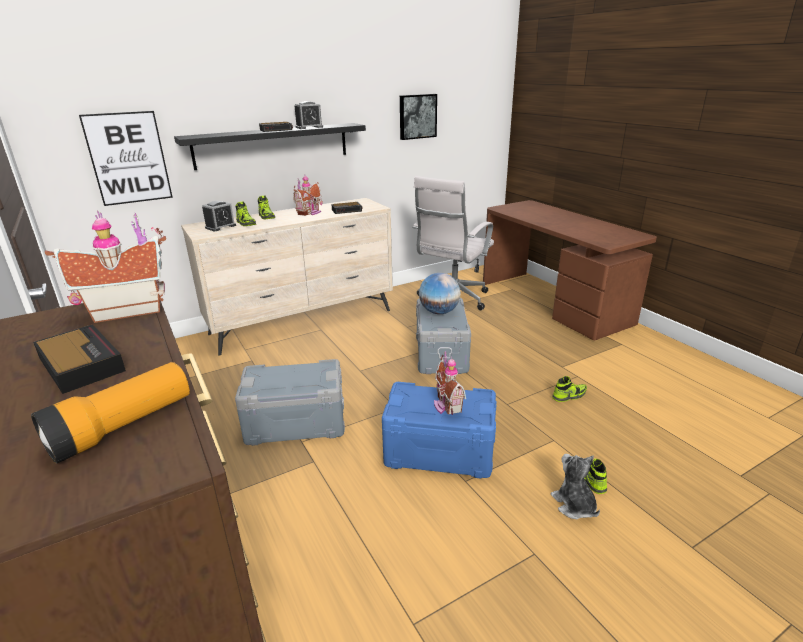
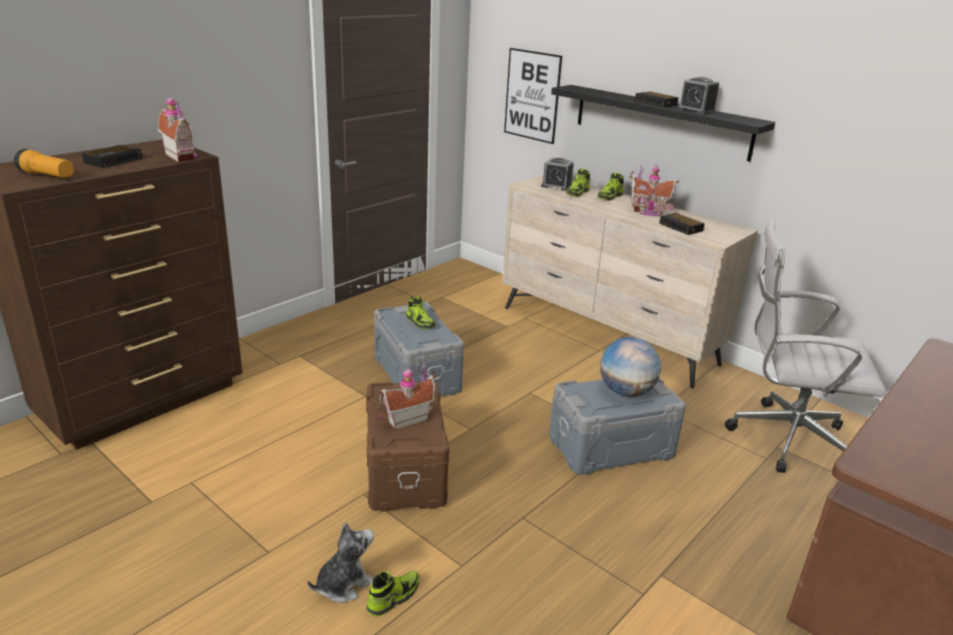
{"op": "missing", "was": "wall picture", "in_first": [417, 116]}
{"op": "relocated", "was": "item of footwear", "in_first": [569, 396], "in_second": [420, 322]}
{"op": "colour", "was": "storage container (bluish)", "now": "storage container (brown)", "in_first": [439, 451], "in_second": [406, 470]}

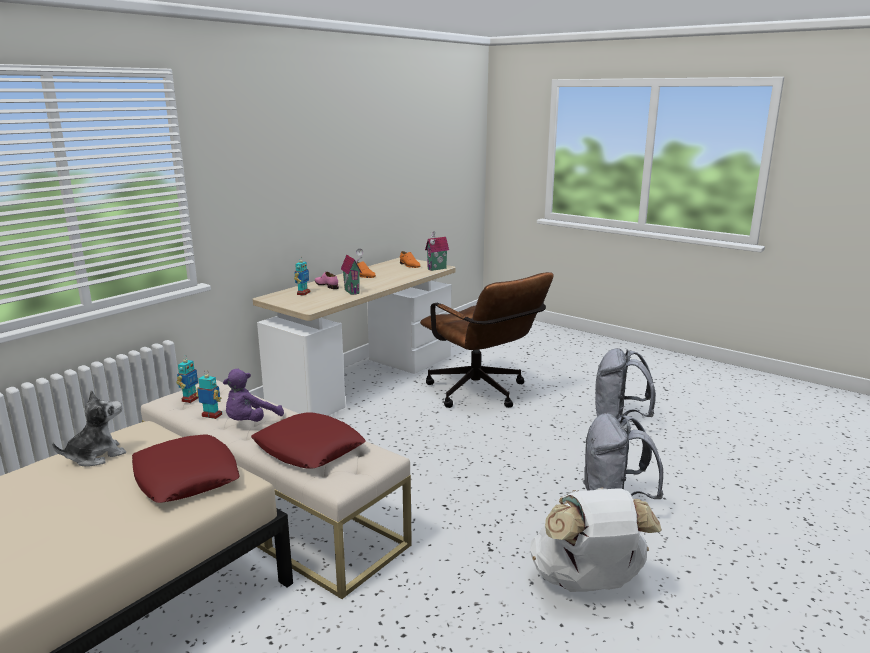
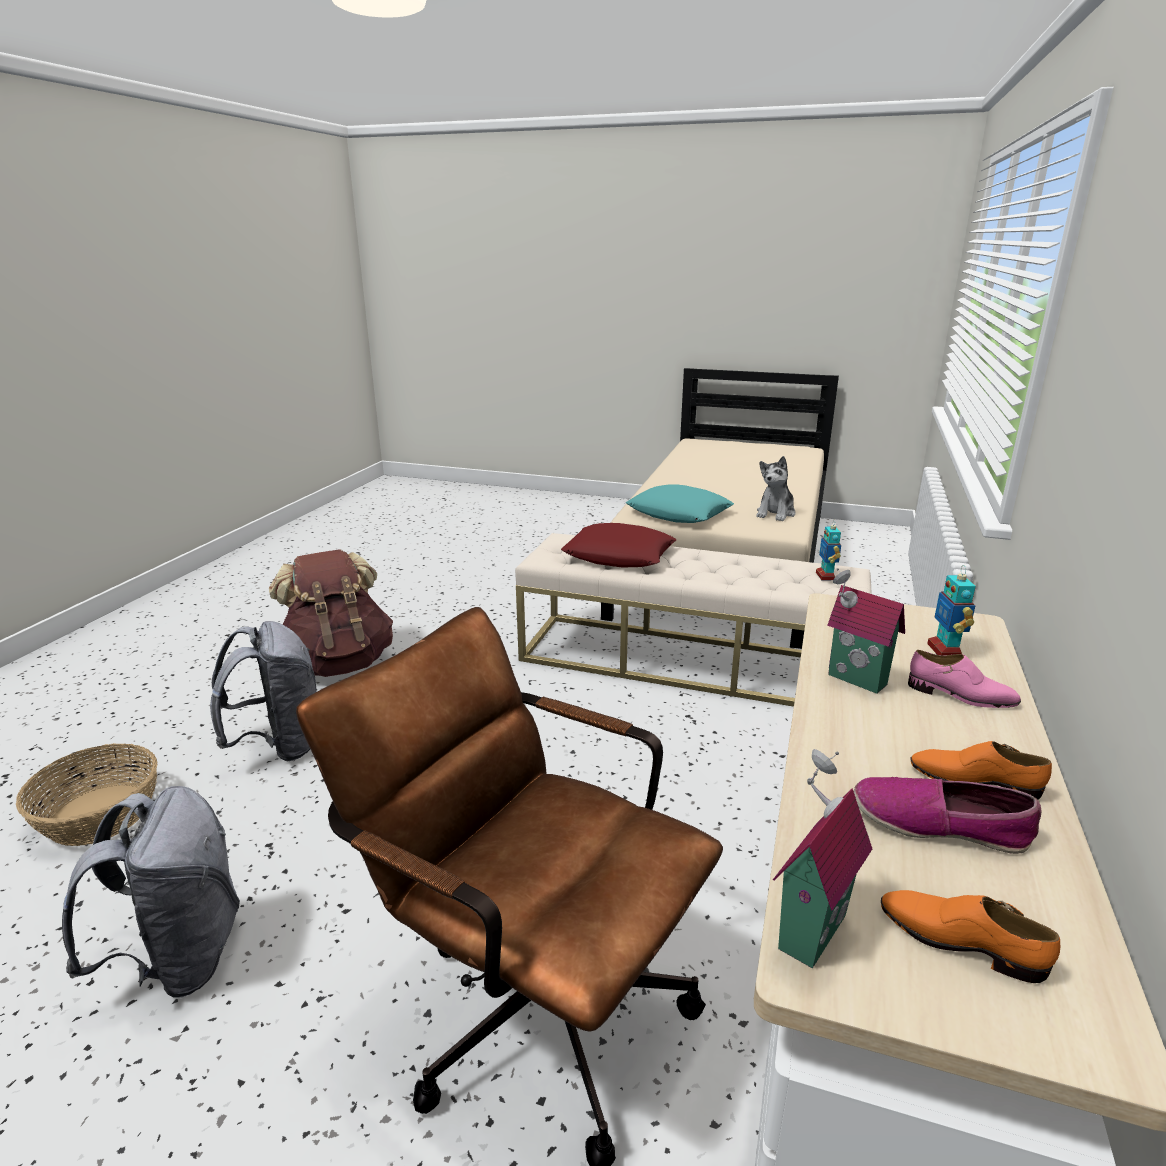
{"op": "missing", "was": "plush toy (purplish)", "in_first": [250, 422]}
{"op": "missing", "was": "robot figure", "in_first": [211, 415]}
{"op": "colour", "was": "cushion (red)", "now": "cushion (turquoise-coloured)", "in_first": [185, 477], "in_second": [679, 513]}
{"op": "colour", "was": "backpack (whitish)", "now": "backpack (brown)", "in_first": [587, 583], "in_second": [339, 663]}
{"op": "appeared", "now": "household basket", "in_second": [99, 814]}
{"op": "appeared", "now": "item of footwear", "in_second": [939, 824]}

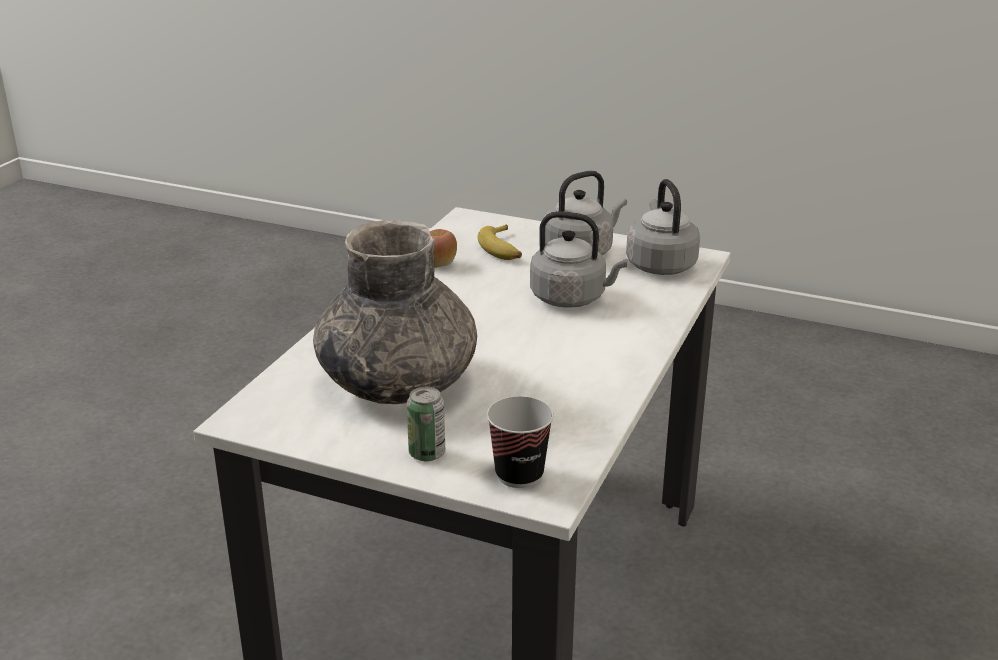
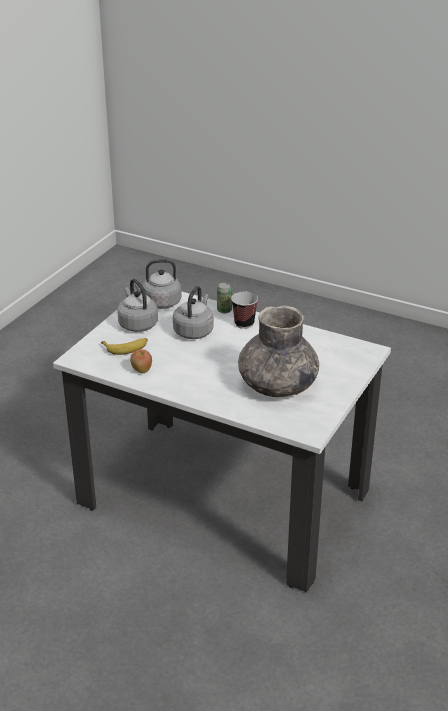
{"op": "relocated", "was": "sealed can", "in_first": [427, 453], "in_second": [224, 310]}
{"op": "relocated", "was": "cup", "in_first": [519, 474], "in_second": [244, 323]}

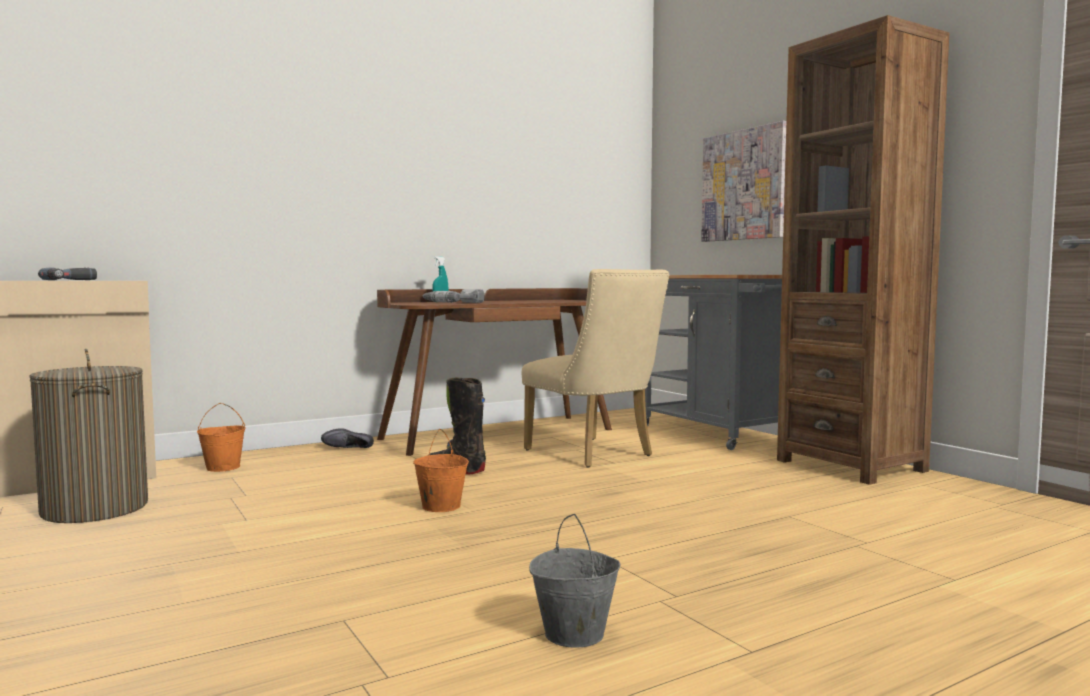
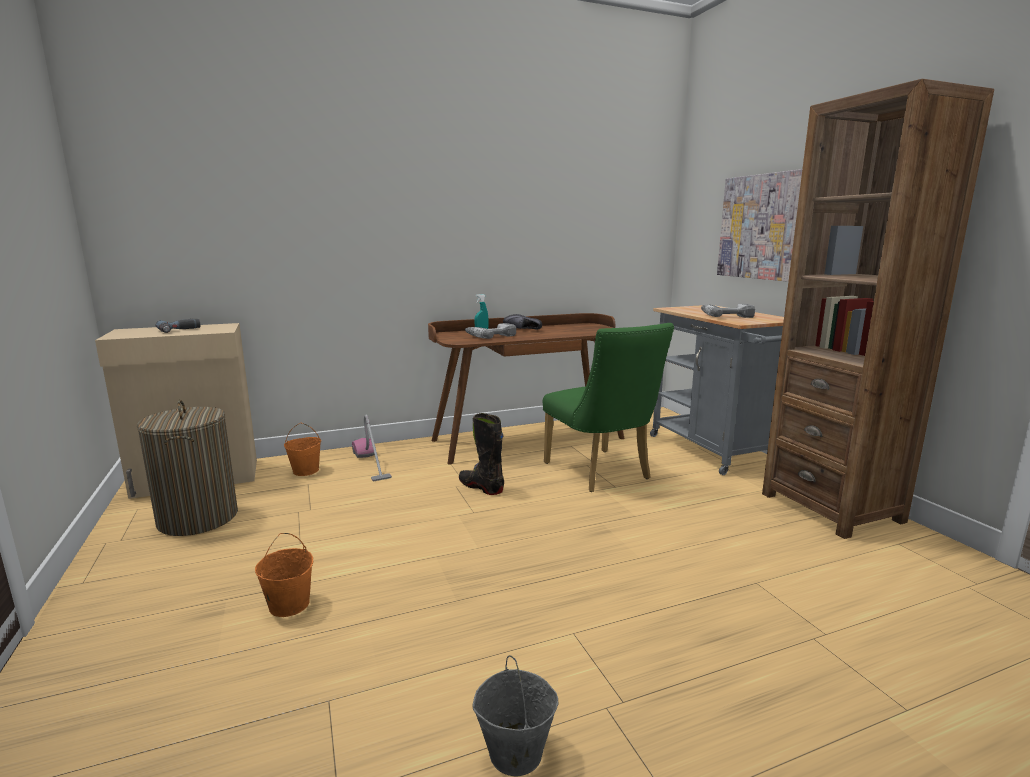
{"op": "colour", "was": "upright chair (beige-coloured)", "now": "upright chair (green)", "in_first": [595, 454], "in_second": [601, 473]}
{"op": "relocated", "was": "item of footwear (black)", "in_first": [347, 449], "in_second": [523, 330]}
{"op": "relocated", "was": "pail (orange)", "in_first": [440, 506], "in_second": [289, 604]}
{"op": "appeared", "now": "drill", "in_second": [725, 315]}
{"op": "appeared", "now": "hoover", "in_second": [371, 464]}

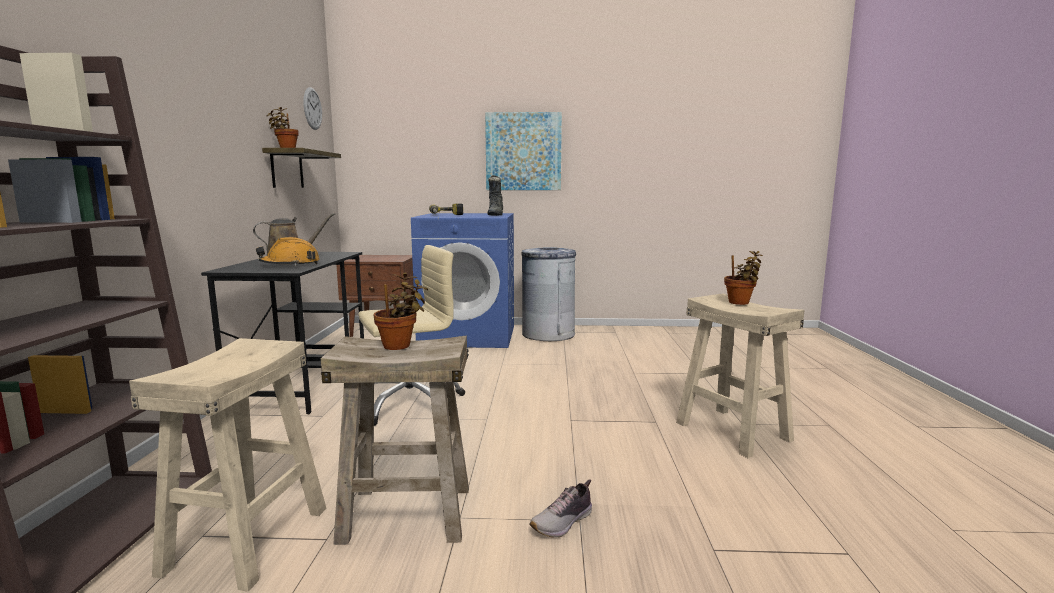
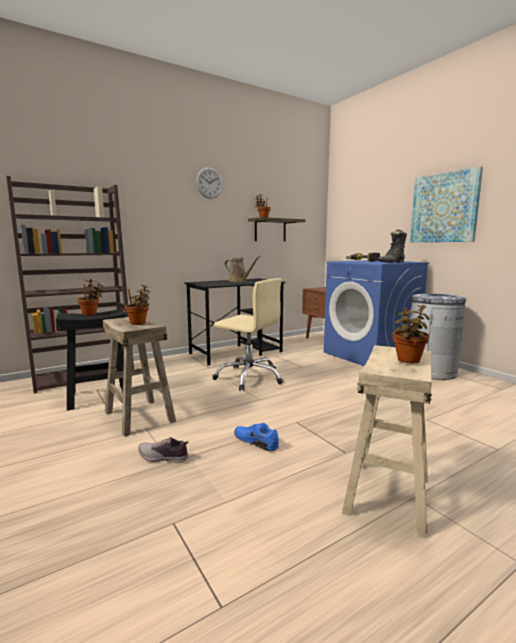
{"op": "relocated", "was": "wall clock", "in_first": [312, 108], "in_second": [209, 183]}
{"op": "missing", "was": "safety helmet (orange)", "in_first": [290, 265]}
{"op": "colour", "was": "sitting stool (beige-coloured)", "now": "sitting stool (black)", "in_first": [247, 538], "in_second": [99, 396]}
{"op": "appeared", "now": "potted plant", "in_second": [91, 314]}
{"op": "appeared", "now": "item of footwear (bluish)", "in_second": [256, 442]}

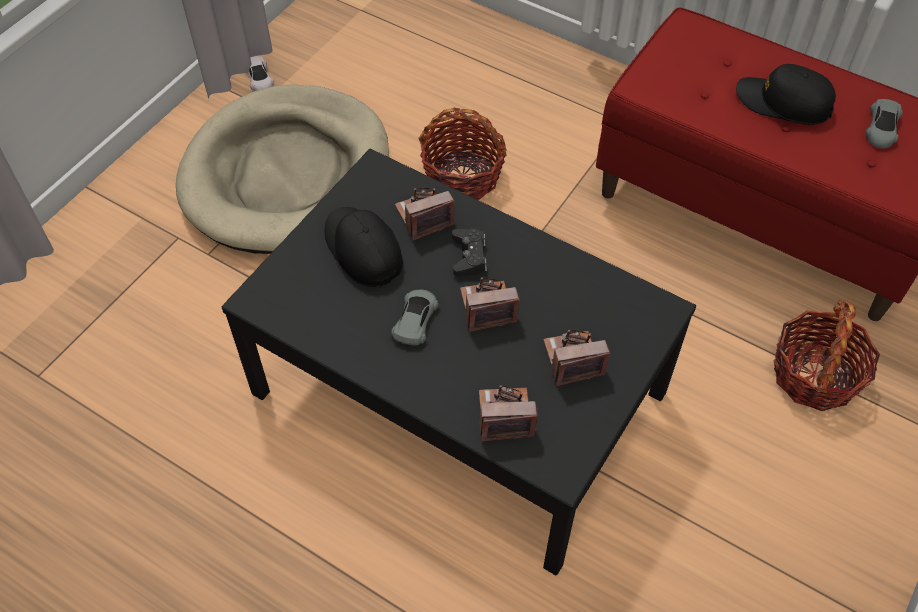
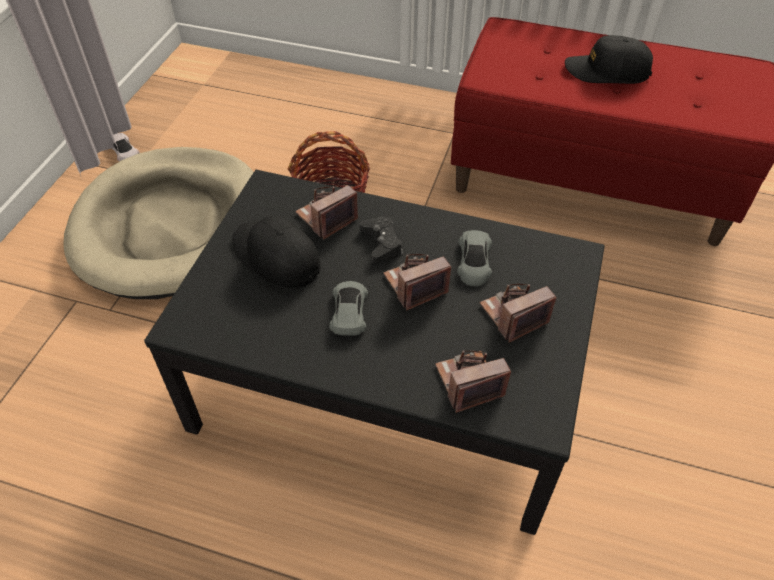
{"op": "relocated", "was": "model car (greyish)", "in_first": [882, 127], "in_second": [474, 261]}
{"op": "missing", "was": "household basket", "in_first": [815, 375]}

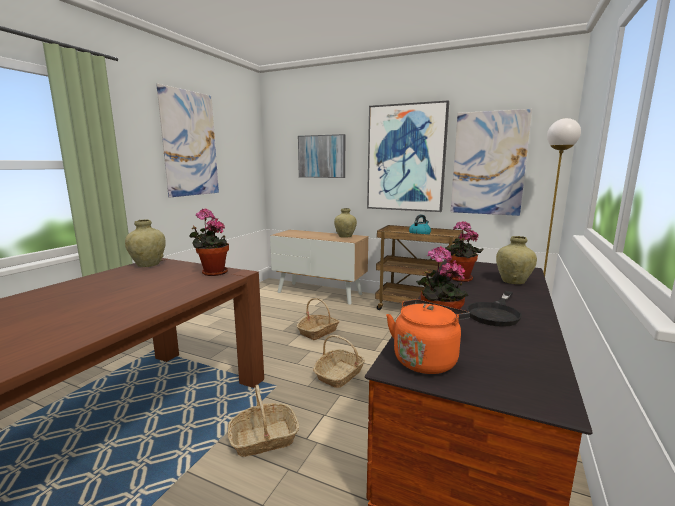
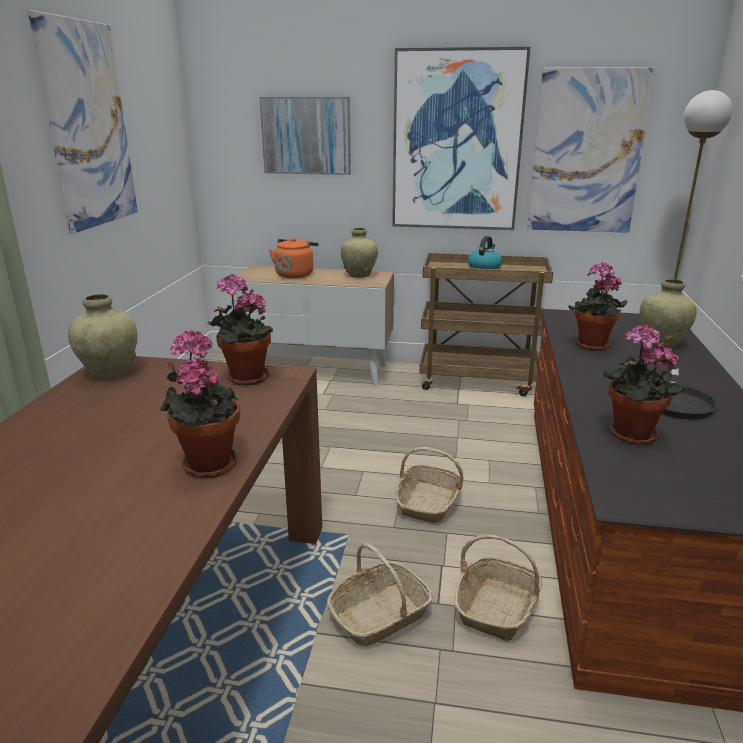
{"op": "relocated", "was": "household basket", "in_first": [318, 332], "in_second": [497, 607]}
{"op": "relocated", "was": "tea kettle (orange)", "in_first": [426, 359], "in_second": [295, 274]}
{"op": "appeared", "now": "potted plant", "in_second": [207, 463]}

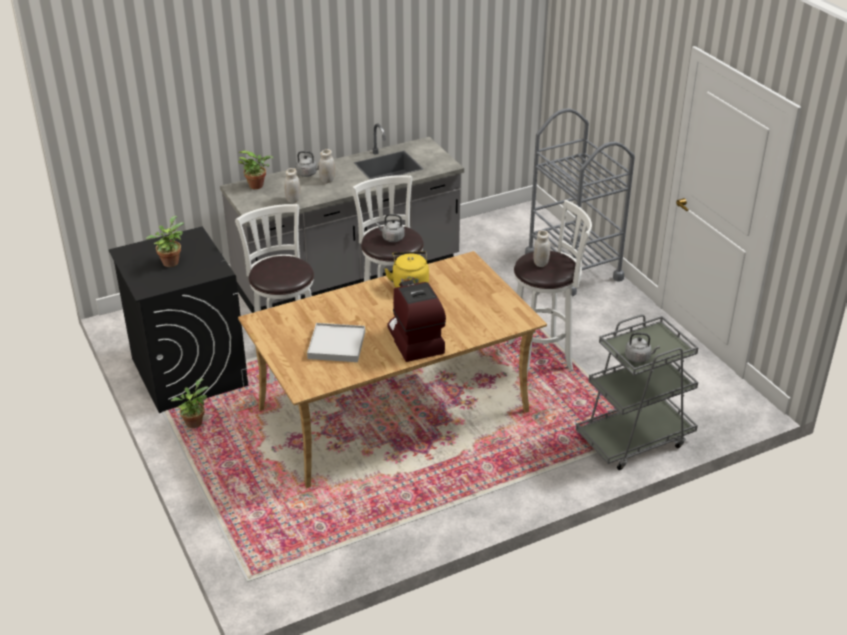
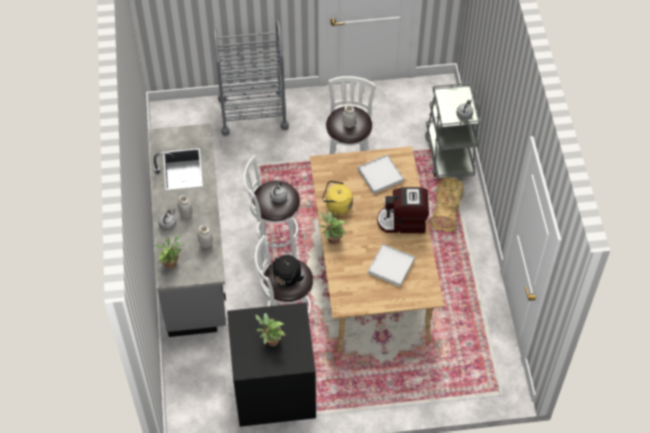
{"op": "relocated", "was": "potted plant", "in_first": [194, 422], "in_second": [332, 239]}
{"op": "appeared", "now": "serving tray (whitish)", "in_second": [380, 175]}
{"op": "appeared", "now": "household basket", "in_second": [446, 210]}
{"op": "appeared", "now": "tea kettle (black)", "in_second": [286, 278]}

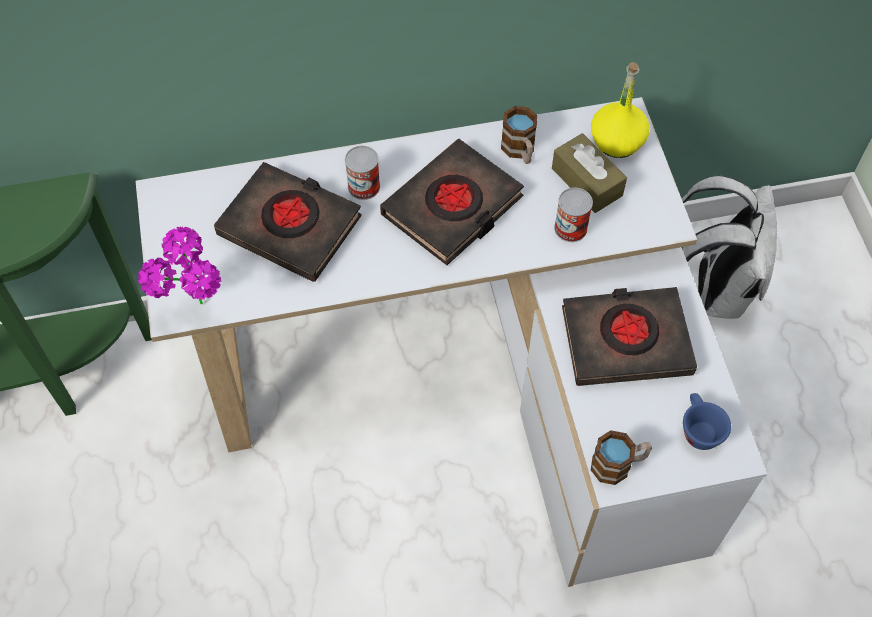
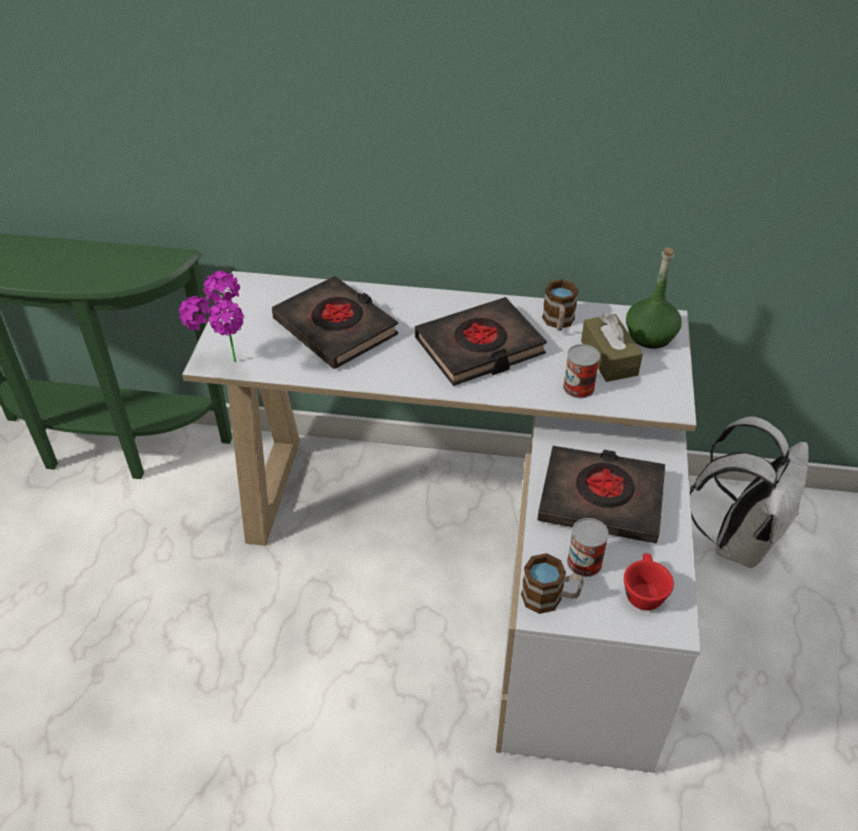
{"op": "colour", "was": "bottle (yellowish)", "now": "bottle (green)", "in_first": [617, 141], "in_second": [650, 336]}
{"op": "relocated", "was": "sealed can", "in_first": [364, 186], "in_second": [584, 562]}
{"op": "colour", "was": "cup (bluish)", "now": "cup (red)", "in_first": [698, 429], "in_second": [642, 591]}

